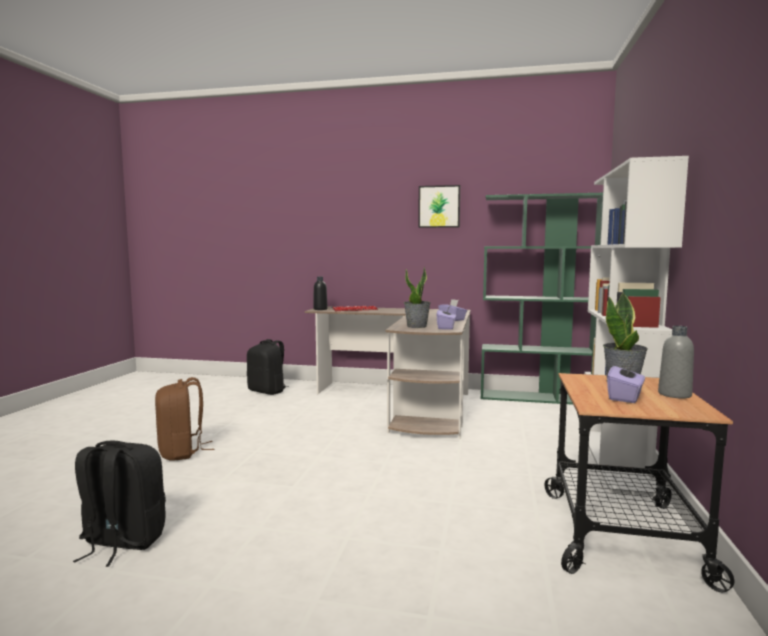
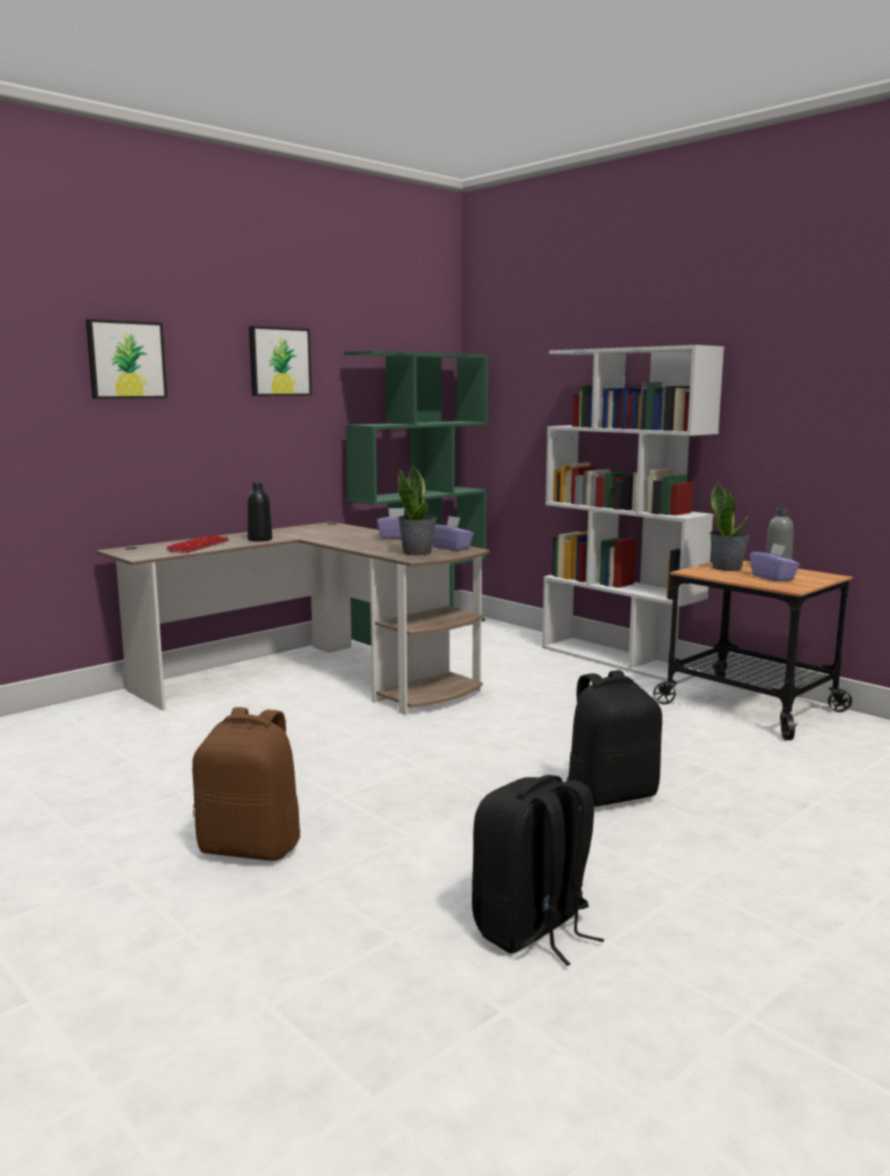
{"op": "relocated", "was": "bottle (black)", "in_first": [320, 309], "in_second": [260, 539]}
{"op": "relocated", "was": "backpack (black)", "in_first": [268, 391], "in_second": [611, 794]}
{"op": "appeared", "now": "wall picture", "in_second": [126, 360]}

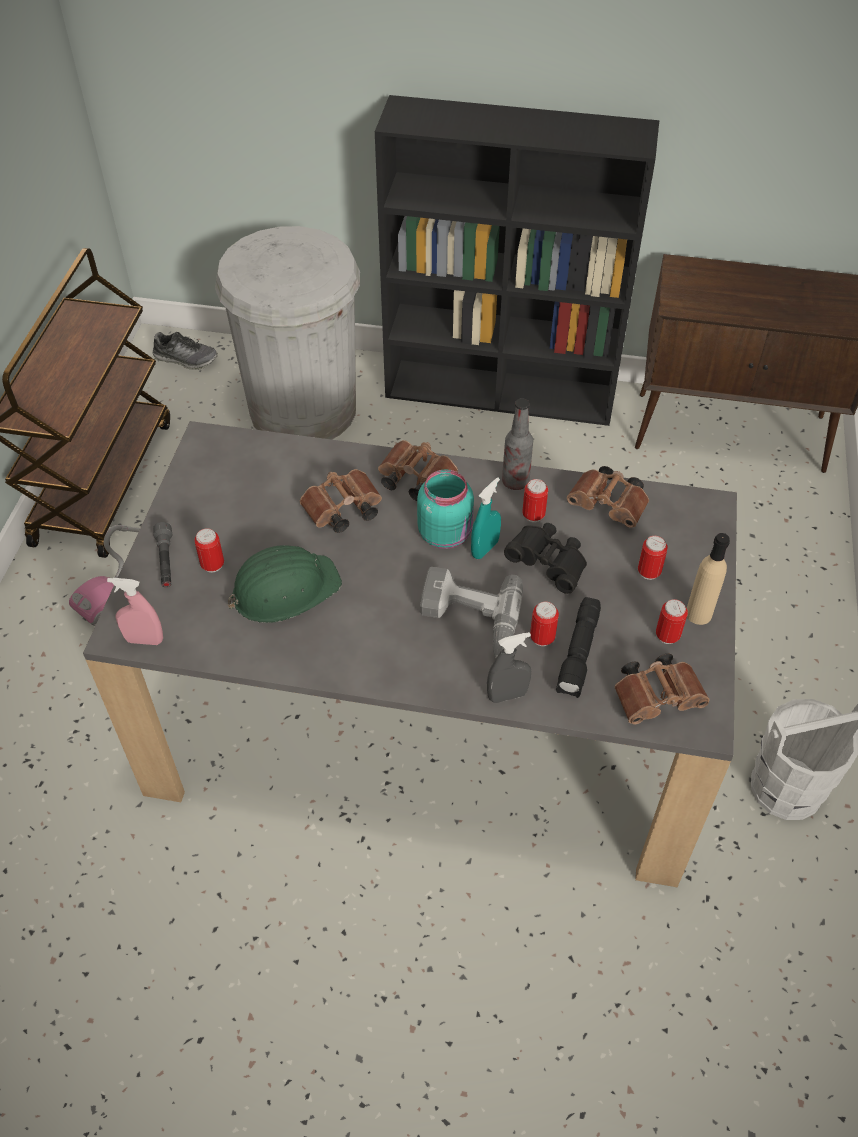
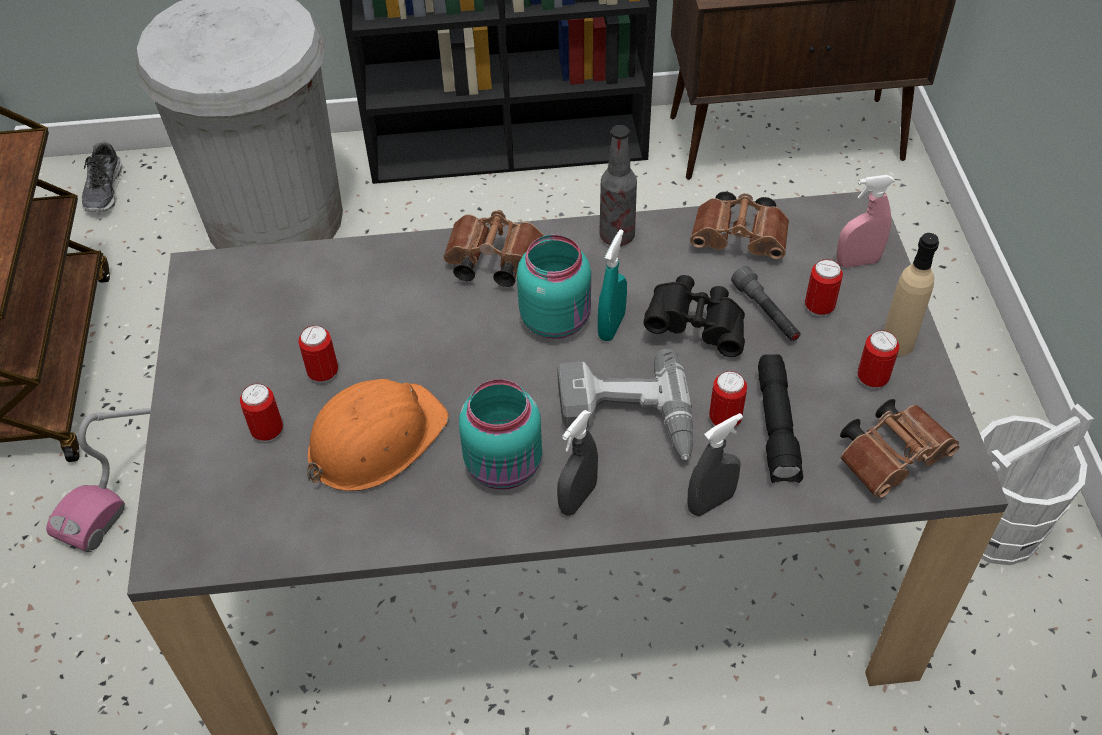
{"op": "spun", "was": "item of footwear", "in_first": [186, 359], "in_second": [105, 190], "clockwise": 90}
{"op": "missing", "was": "field glasses (brown)", "in_first": [341, 512]}
{"op": "relocated", "was": "sealed can", "in_first": [533, 515], "in_second": [323, 373]}
{"op": "relocated", "was": "torch (greyish)", "in_first": [166, 561], "in_second": [766, 313]}
{"op": "colour", "was": "safety helmet (green)", "now": "safety helmet (orange)", "in_first": [284, 589], "in_second": [375, 439]}
{"op": "relocated", "was": "sprayer (pink-coloured)", "in_first": [144, 640], "in_second": [857, 262]}
{"op": "appeared", "now": "jar (turquoise-coloured)", "in_second": [505, 467]}
{"op": "appeared", "now": "sprayer (greyish)", "in_second": [577, 498]}

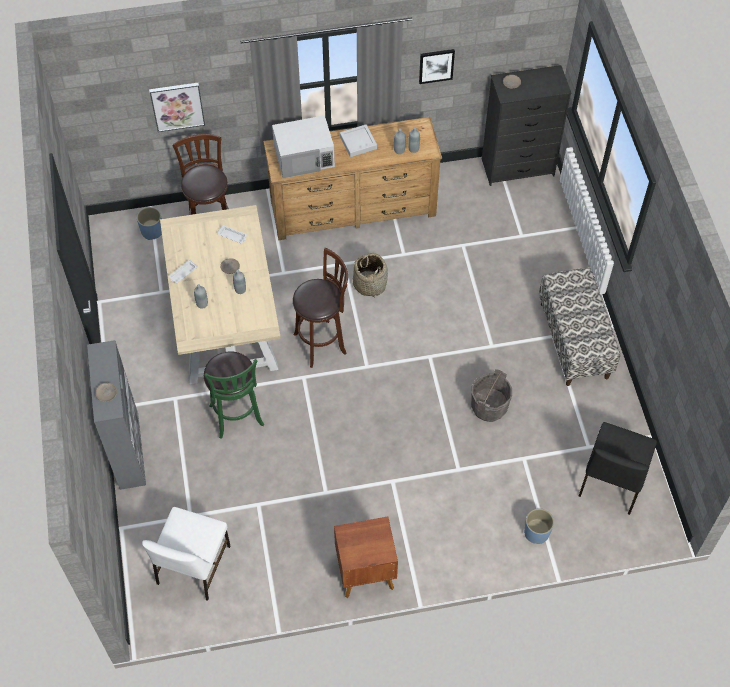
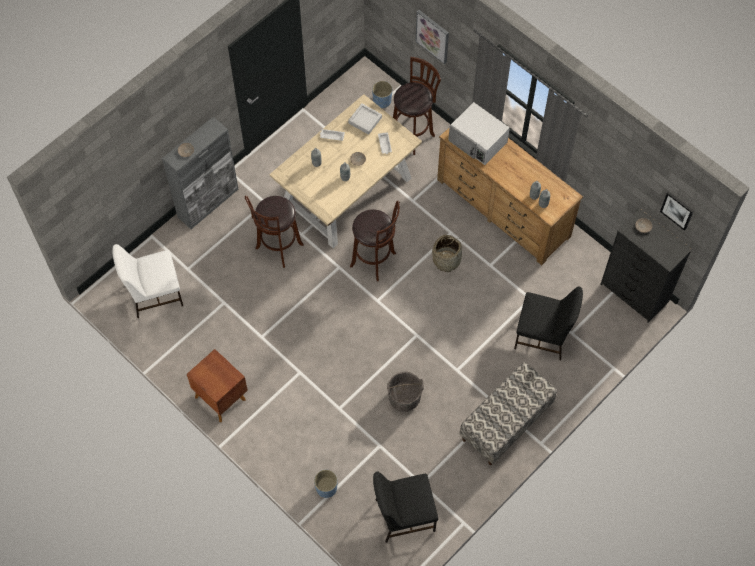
{"op": "relocated", "was": "wall picture", "in_first": [436, 65], "in_second": [677, 210]}
{"op": "relocated", "was": "serving tray (greyish)", "in_first": [358, 143], "in_second": [365, 120]}
{"op": "colour", "was": "sitting stool (green)", "now": "sitting stool (brown)", "in_first": [237, 418], "in_second": [277, 248]}
{"op": "appeared", "now": "upright chair (black)", "in_second": [543, 336]}

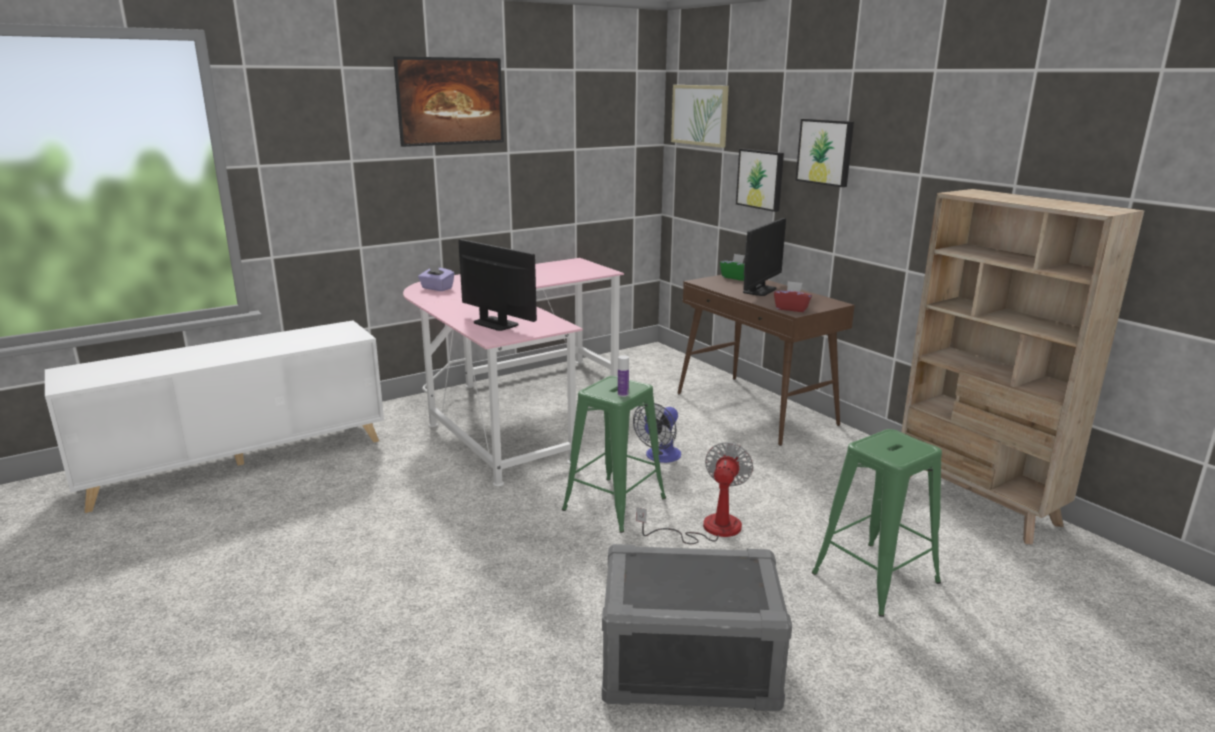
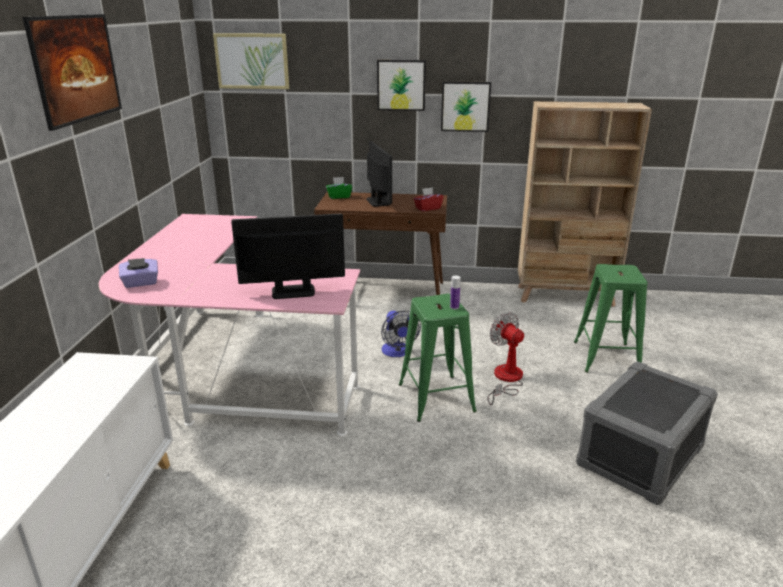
{"op": "relocated", "was": "wall picture", "in_first": [761, 179], "in_second": [465, 106]}

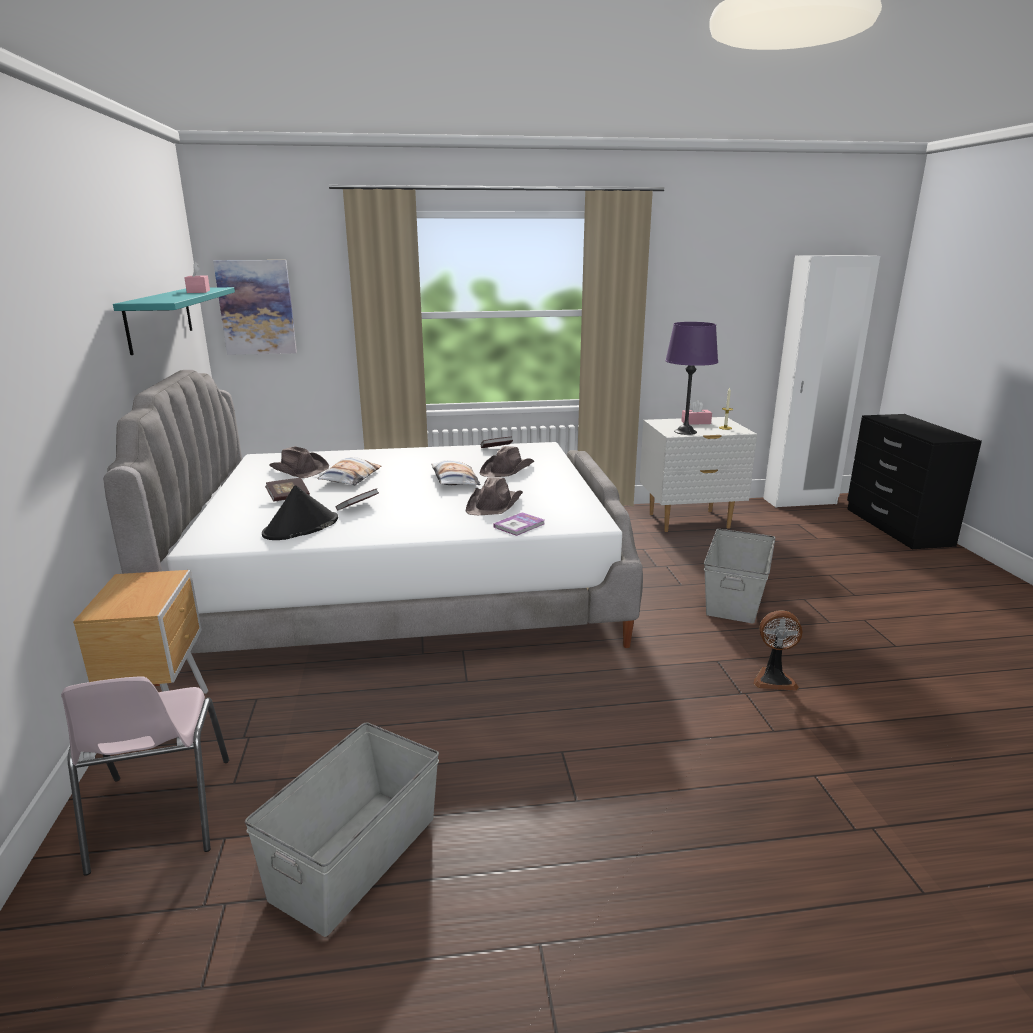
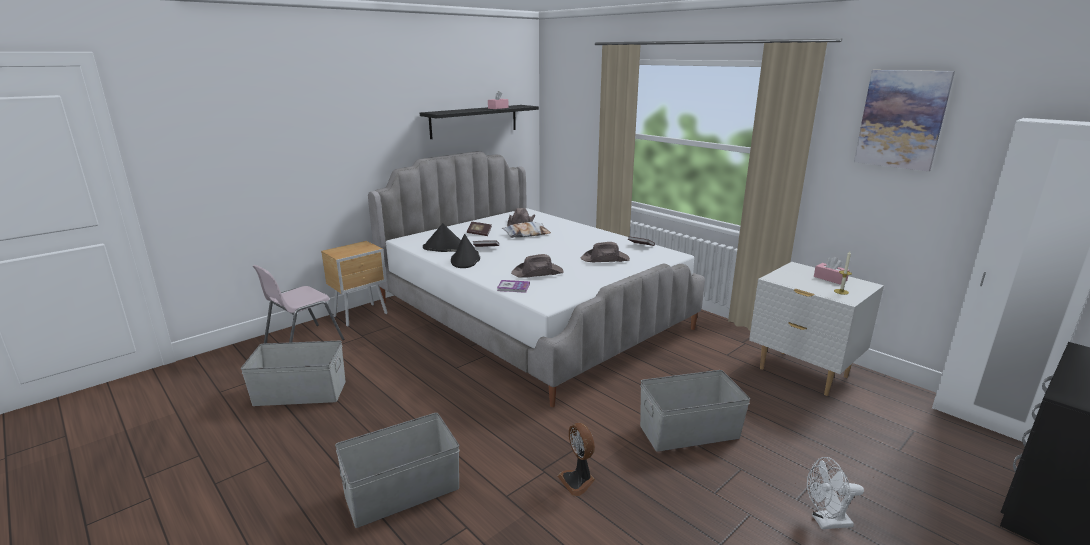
{"op": "relocated", "was": "wall picture", "in_first": [256, 307], "in_second": [901, 119]}
{"op": "colour", "was": "bracket shelf (turquoise-coloured)", "now": "bracket shelf (black)", "in_first": [160, 318], "in_second": [474, 121]}
{"op": "missing", "was": "lamp for a table (purplish)", "in_first": [685, 432]}
{"op": "missing", "was": "cushion", "in_first": [454, 480]}
{"op": "appeared", "now": "wearable hat (black)", "in_second": [465, 260]}
{"op": "appeared", "now": "storage container (greyish)", "in_second": [403, 492]}
{"op": "appeared", "now": "fan (whitish)", "in_second": [826, 522]}

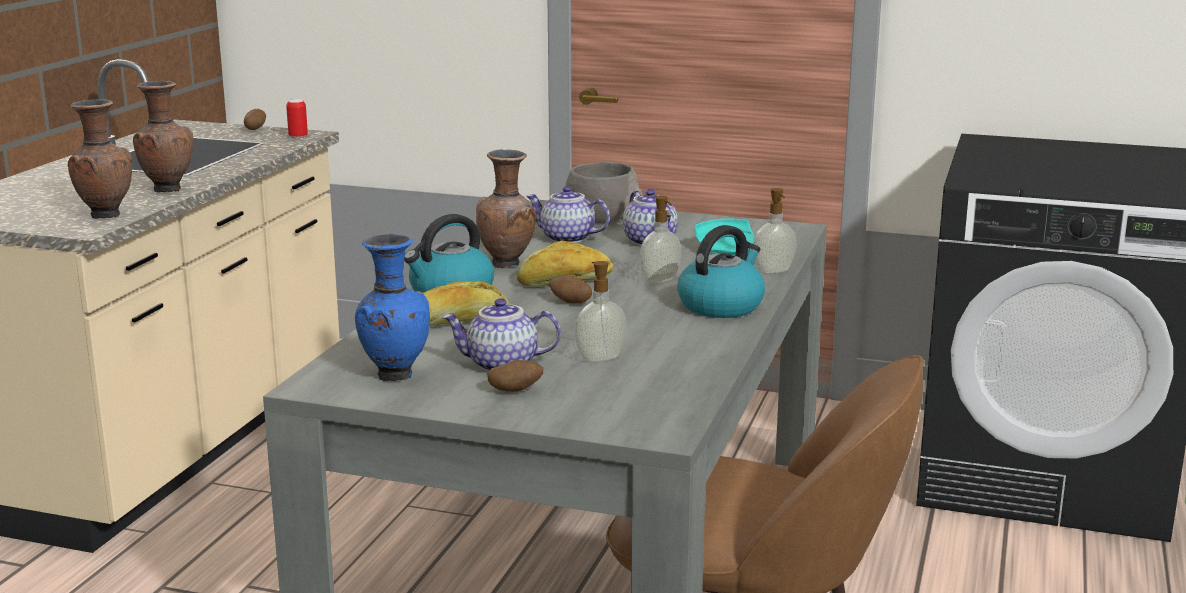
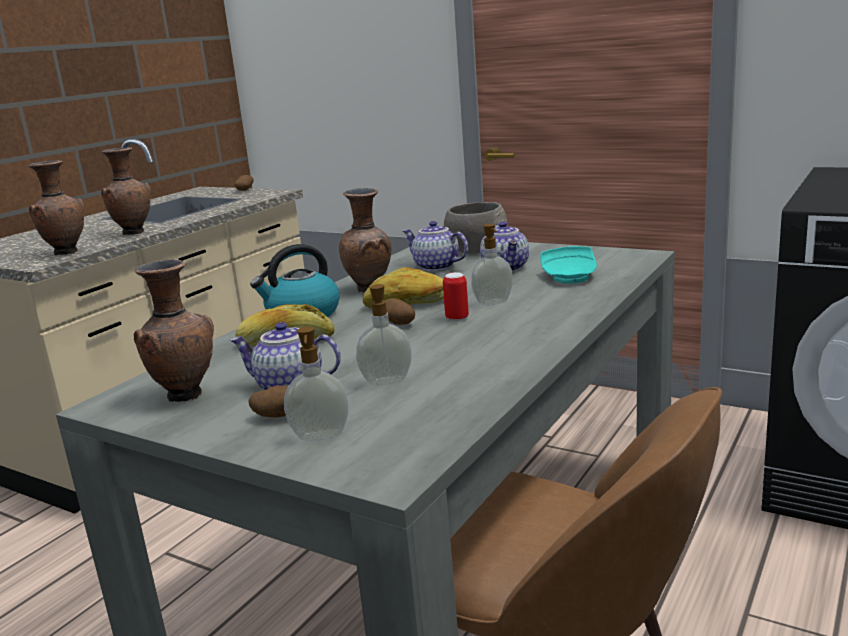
{"op": "relocated", "was": "sealed can", "in_first": [298, 137], "in_second": [457, 318]}
{"op": "relocated", "was": "liquid soap bottle", "in_first": [773, 271], "in_second": [320, 437]}
{"op": "missing", "was": "tea kettle", "in_first": [721, 305]}
{"op": "colour", "was": "decorative vase (bluish)", "now": "decorative vase (brown)", "in_first": [394, 375], "in_second": [185, 395]}

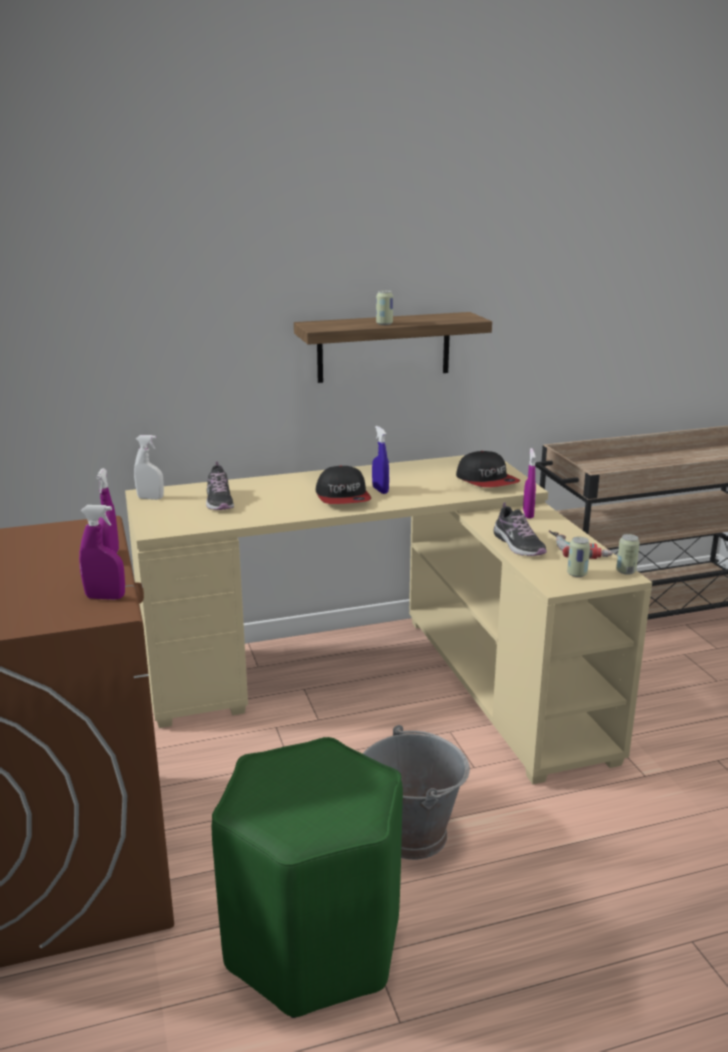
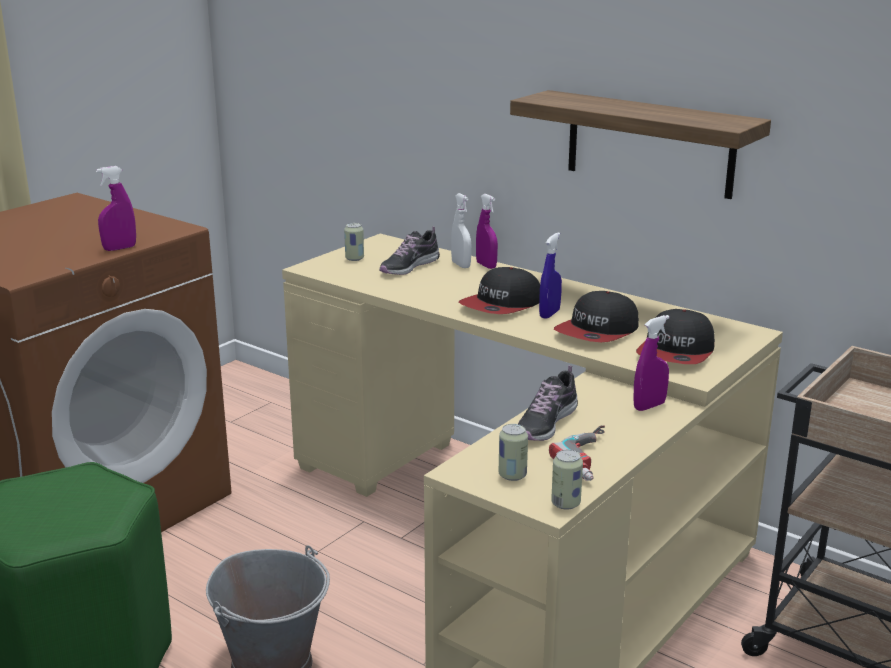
{"op": "relocated", "was": "sealed can", "in_first": [384, 324], "in_second": [354, 258]}
{"op": "relocated", "was": "sprayer (whitish)", "in_first": [150, 498], "in_second": [461, 265]}
{"op": "relocated", "was": "sprayer (purplish)", "in_first": [105, 597], "in_second": [486, 265]}
{"op": "appeared", "now": "baseball cap", "in_second": [597, 331]}

